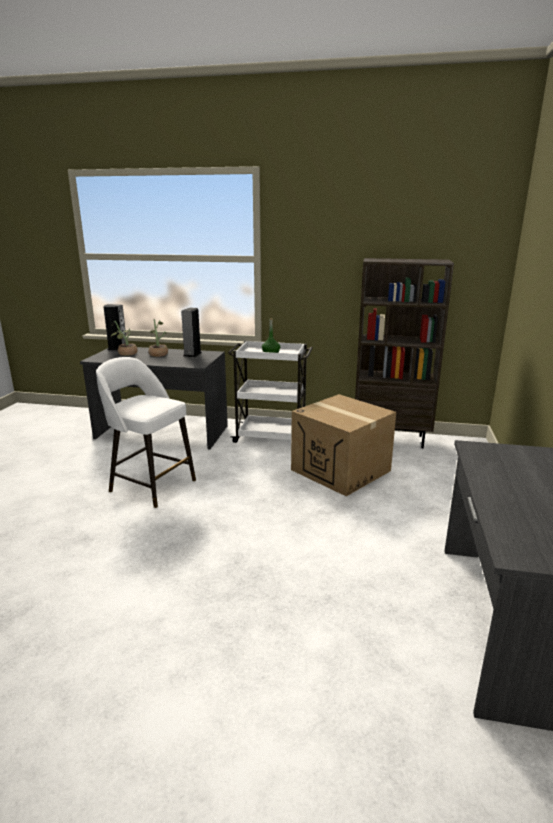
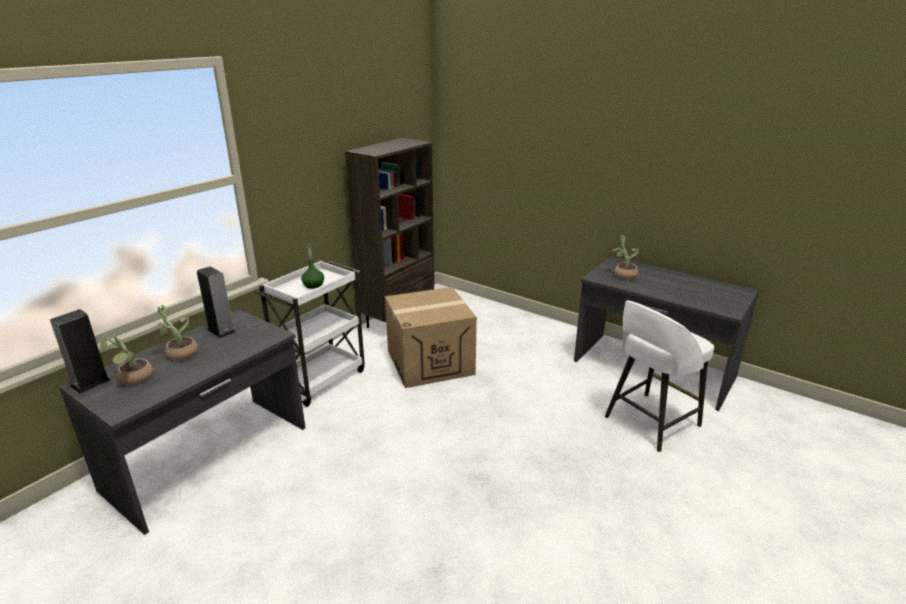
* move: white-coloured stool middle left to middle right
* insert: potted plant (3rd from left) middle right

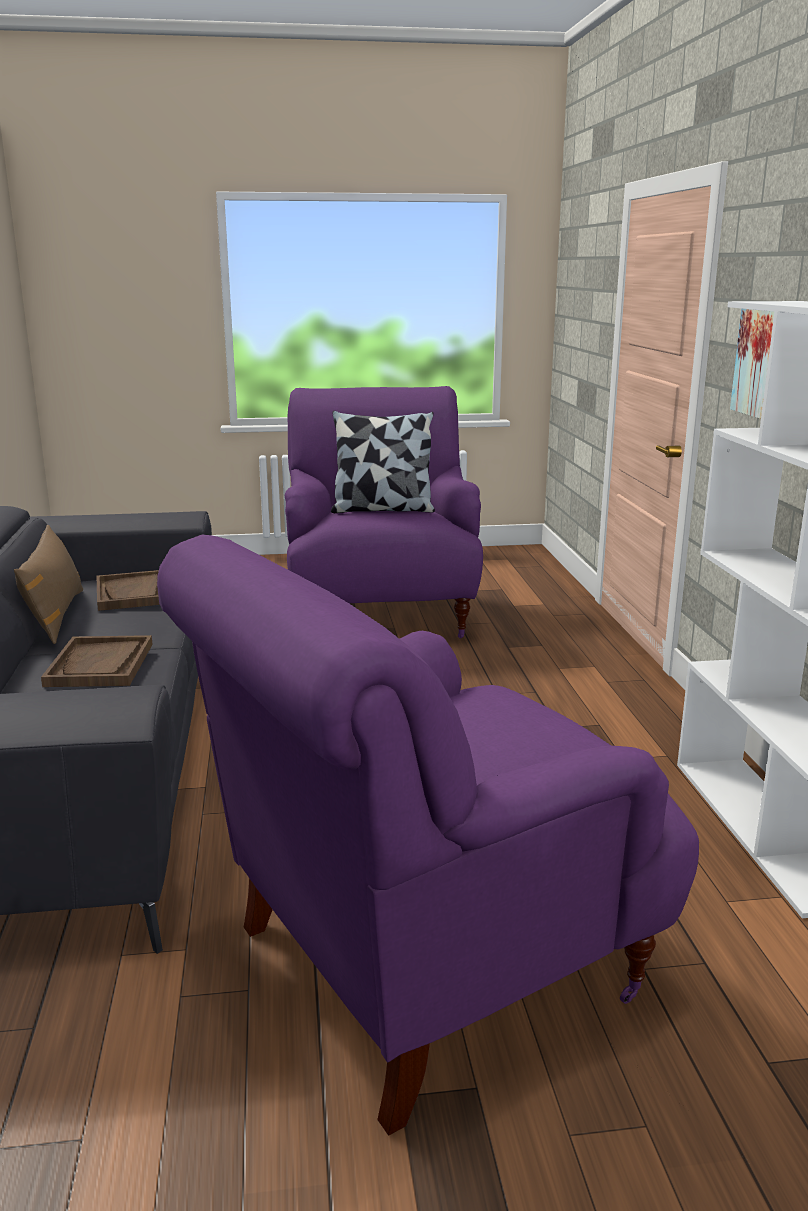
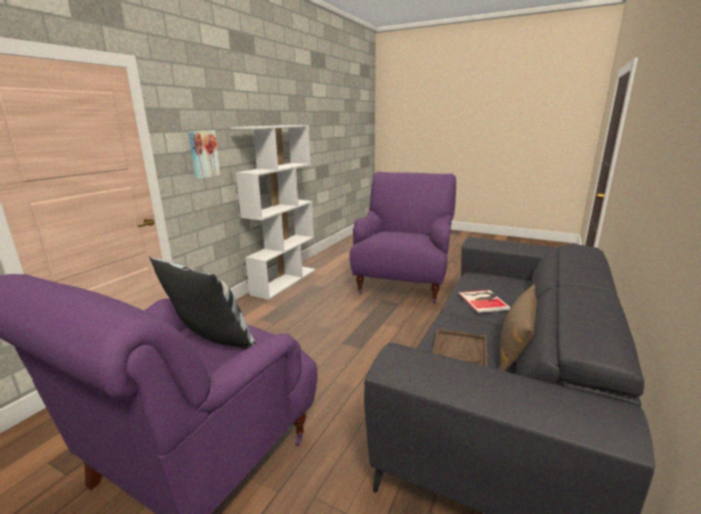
* replace: brown-coloured serving tray (1st from left) middle left to book middle right
* rotate: purple-coloured easy chair (2nd from left) bottom centre = centre 75 degrees counterclockwise

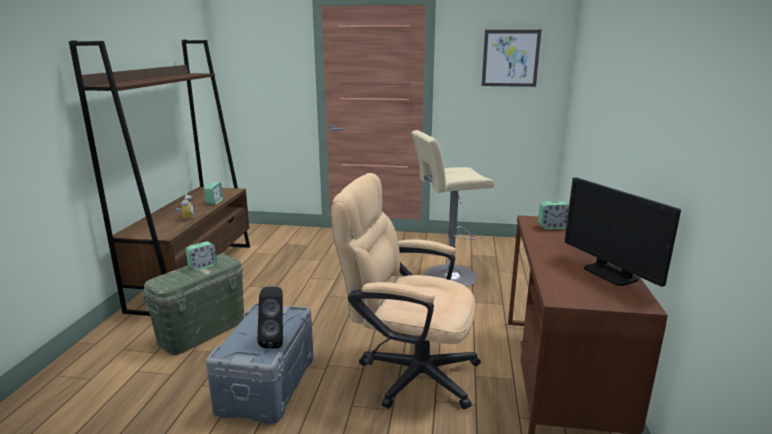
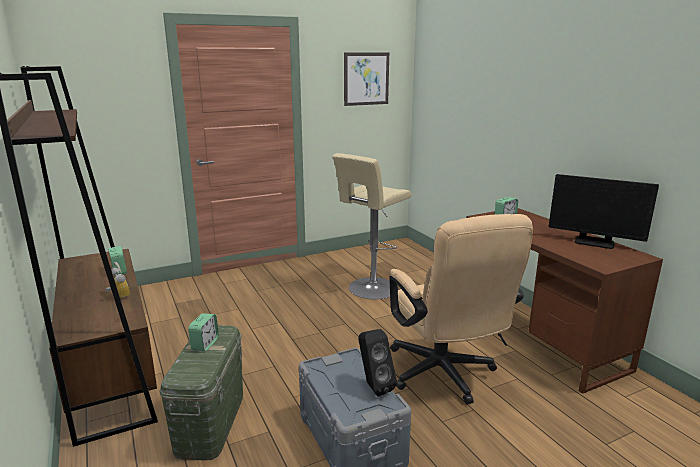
* rotate: beige-coloured office chair bottom centre = centre 90 degrees counterclockwise

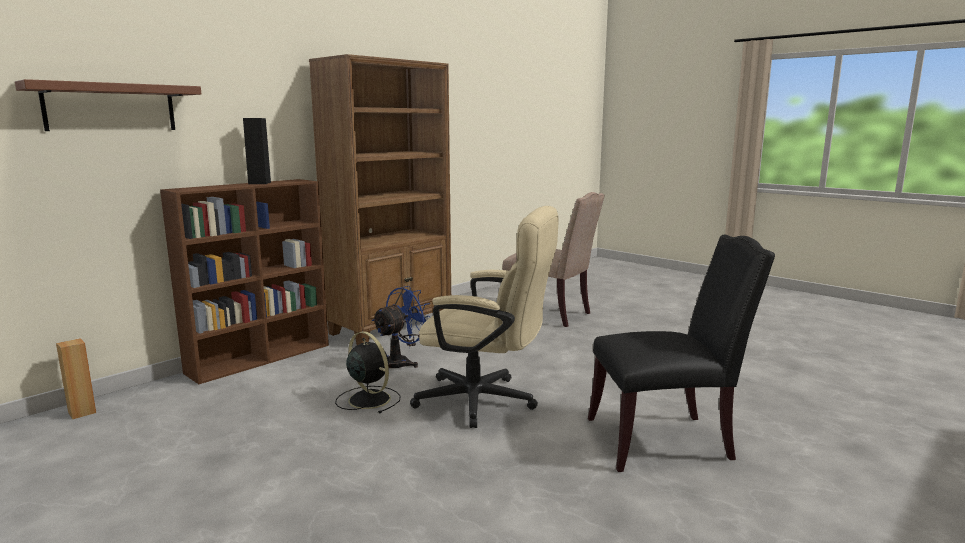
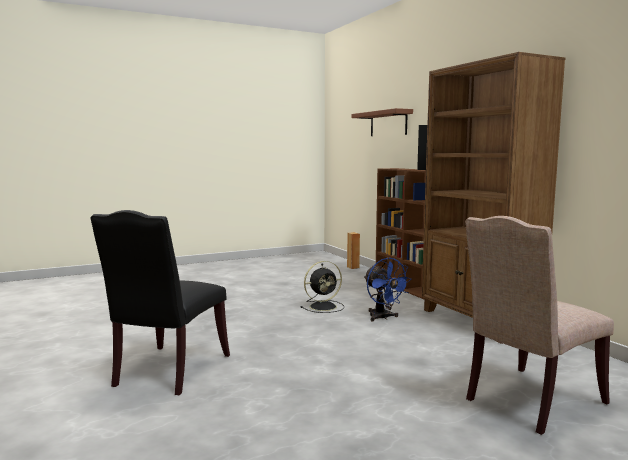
* delete: beige-coloured office chair centre

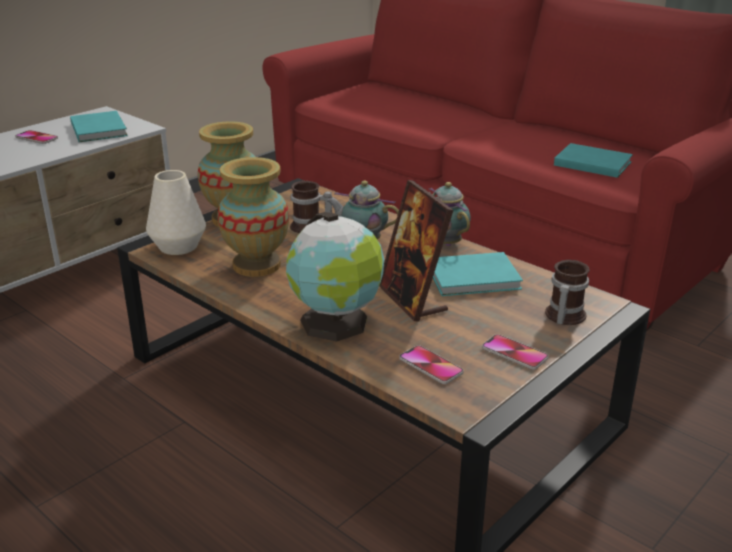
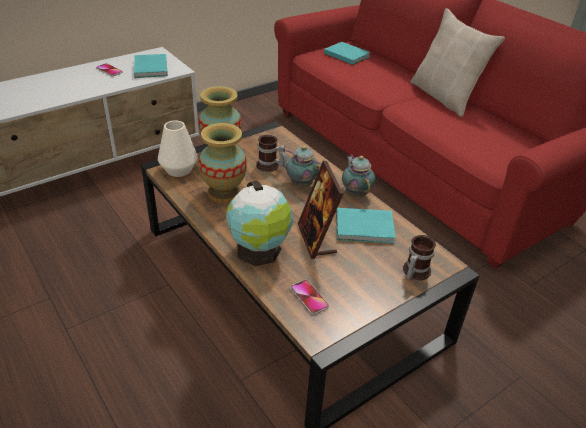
* delete: telephone (3rd from left) middle right
* move: turquoise book (3rd from left in the first image) top right to turquoise book (2nd from left) top centre
* insert: beige-coloured pillow top right

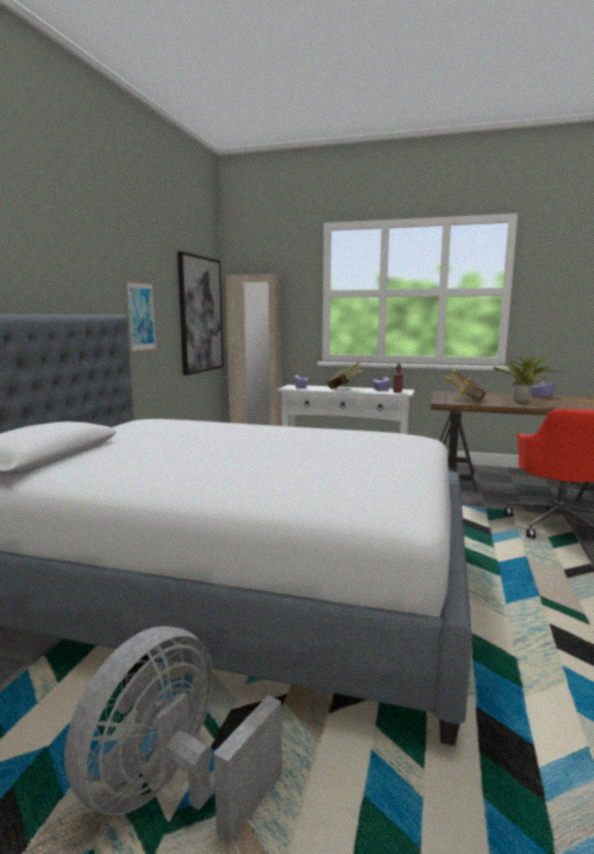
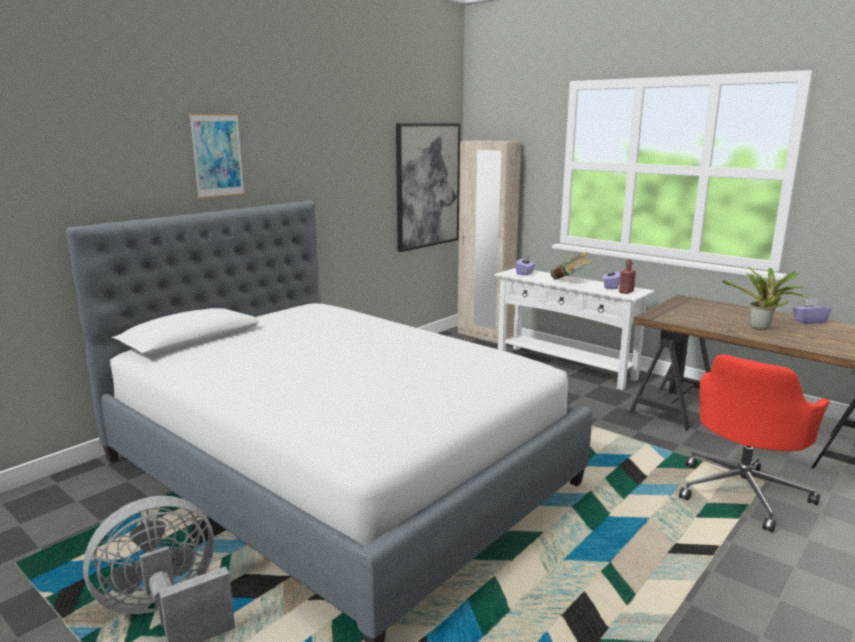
* move: wall art (1st from left) middle left to top left
* delete: book (2nd from left) middle right

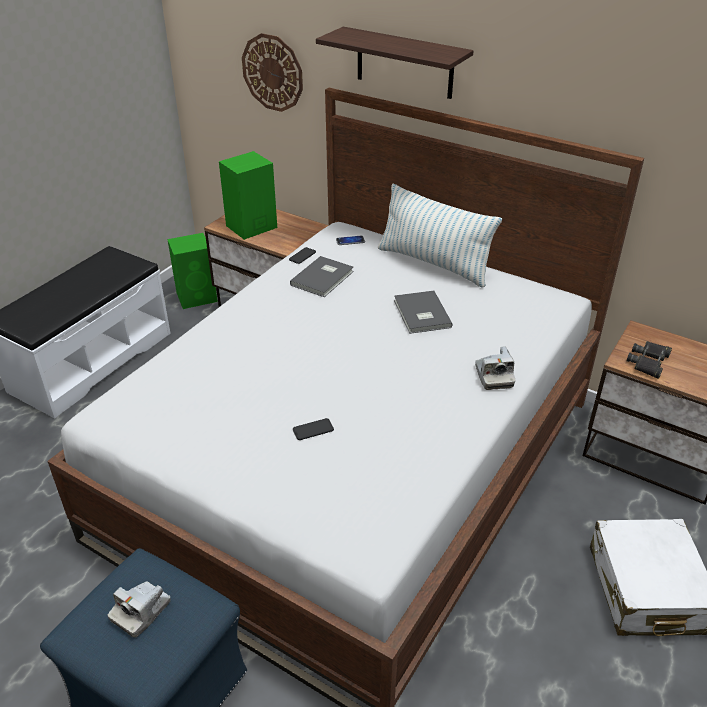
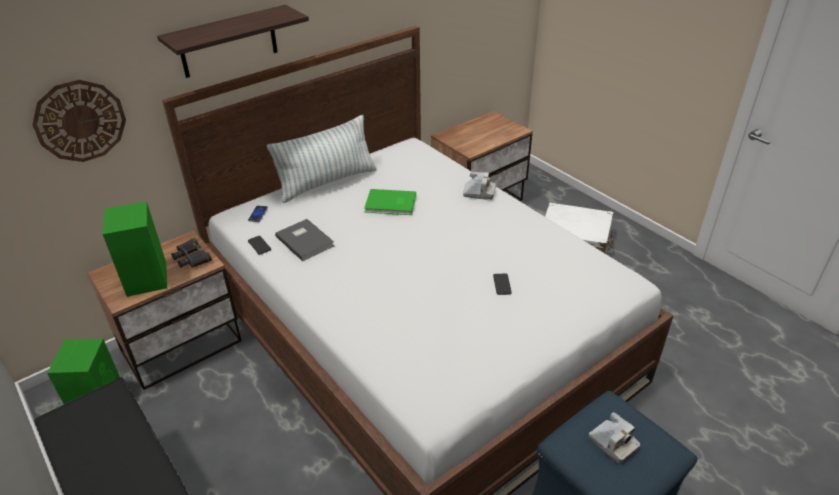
* recolor: greyish book (2nd from left) centre to greenish book centre
* move: black-coloured pair of binoculars middle right to middle left

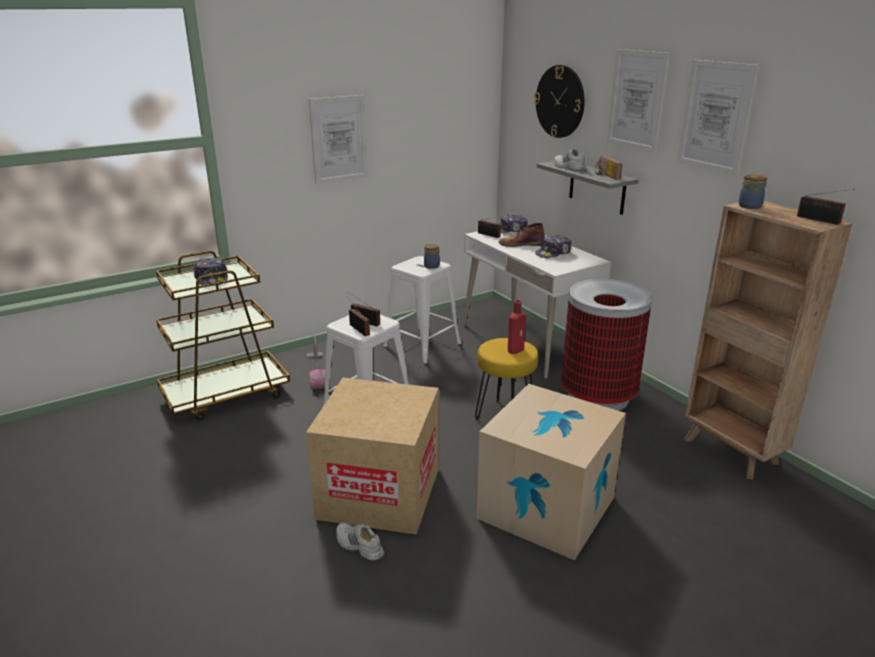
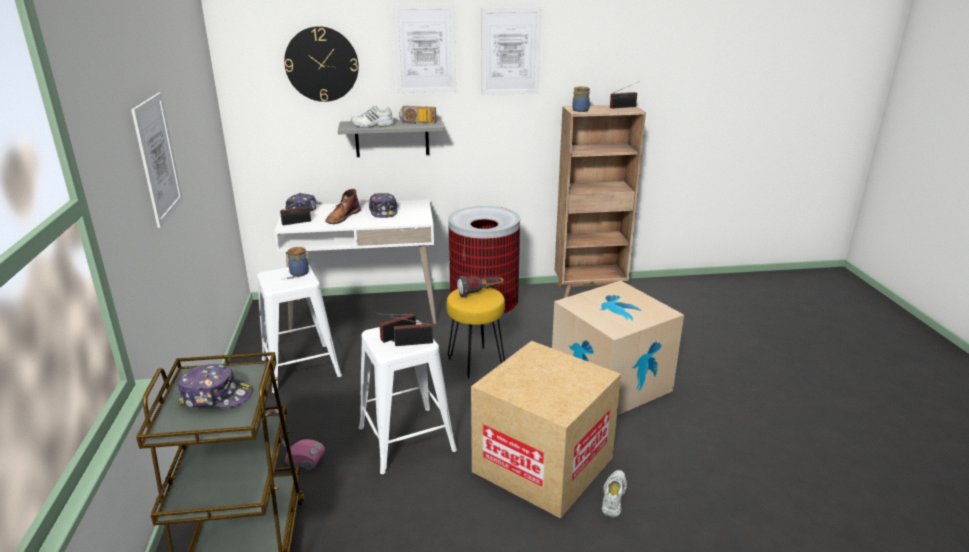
* rotate: white-coloured shoe (1st from left in the first image) bottom centre = bottom centre 135 degrees clockwise
* replace: red-coloured drink bottle centre to flashlight centre

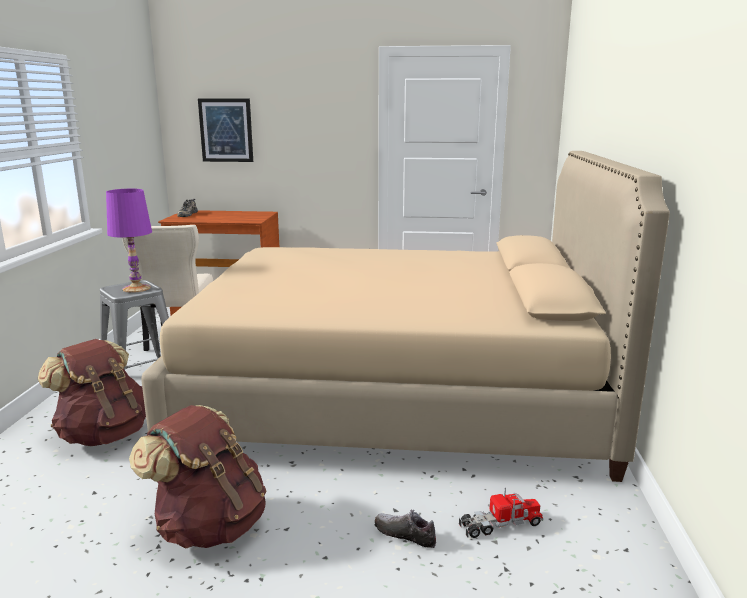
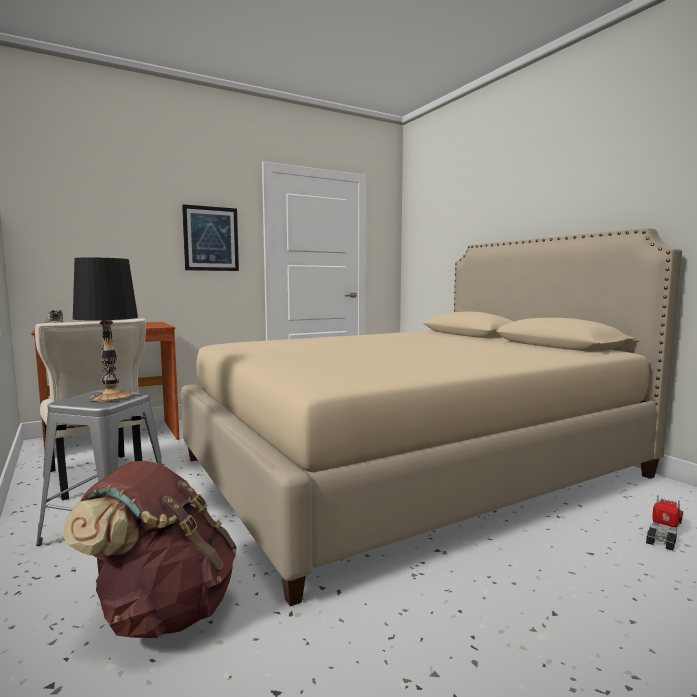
* recolor: purple-coloured table lamp middle left to black-coloured table lamp middle left
* delete: brown-coloured backpack (2nd from left) bottom left
* move: wall art top left to middle left
* delete: shoe (2nd from left) bottom centre

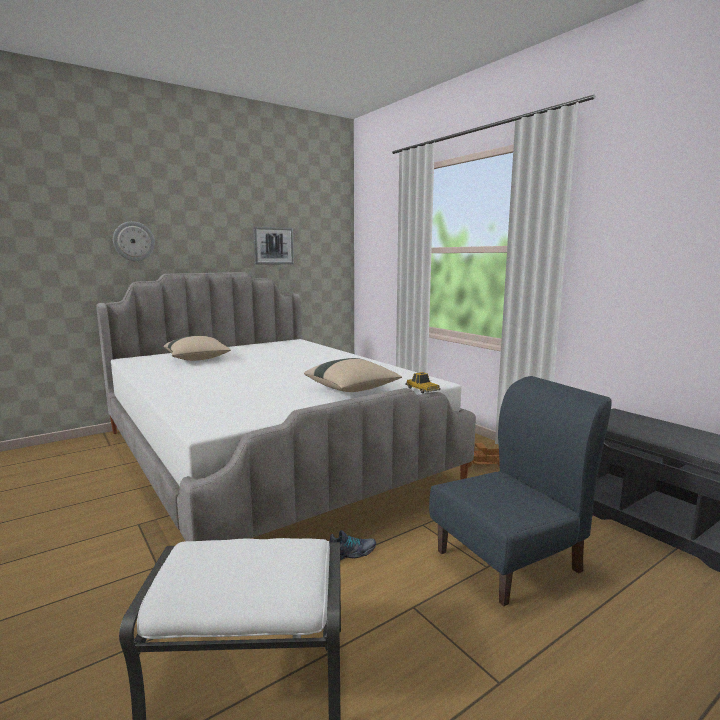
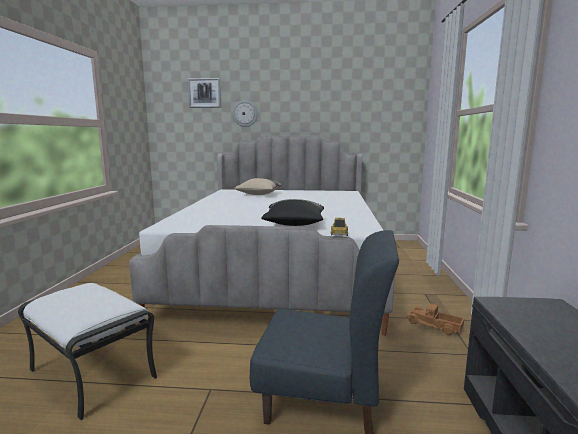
* move: wall art centre to top centre
* recolor: beige-coloured pillow (2nd from left) centre to black-coloured pillow centre
* delete: shoe bottom centre

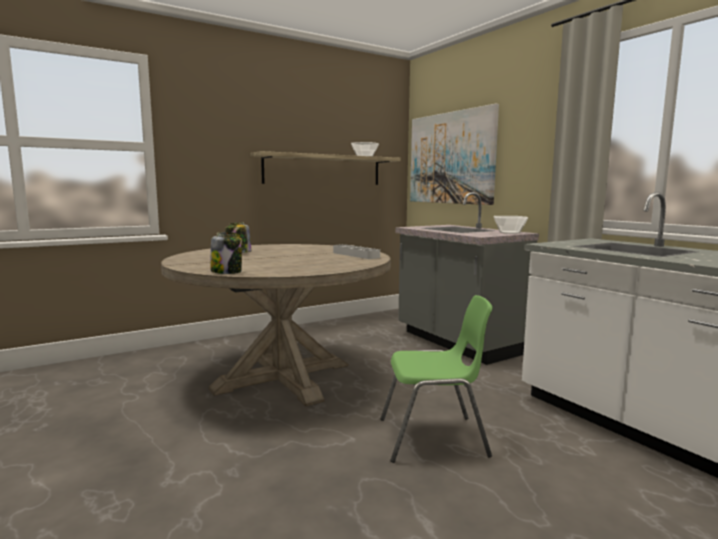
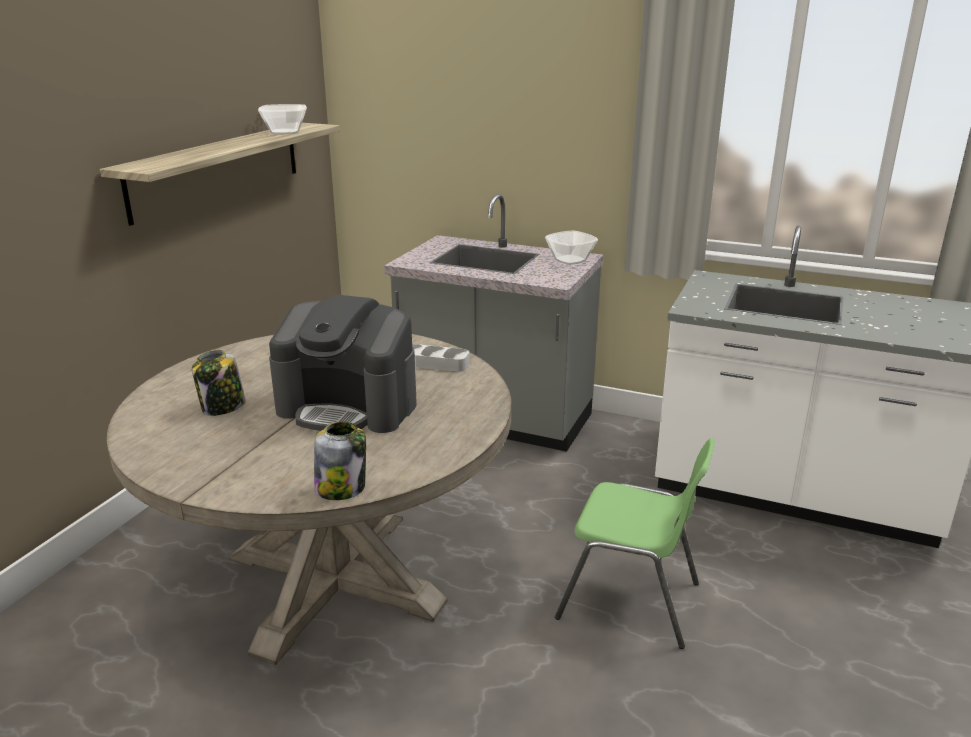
* rotate: greenish chair bottom centre = bottom centre 60 degrees clockwise
* delete: wall art top centre
* insert: coffee maker centre

